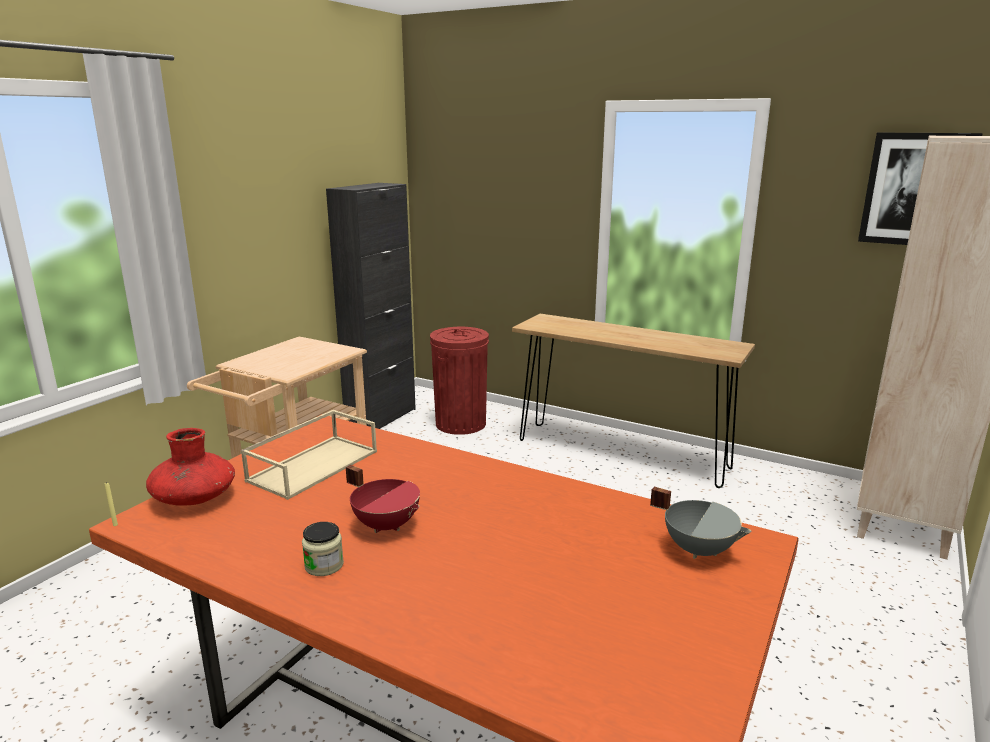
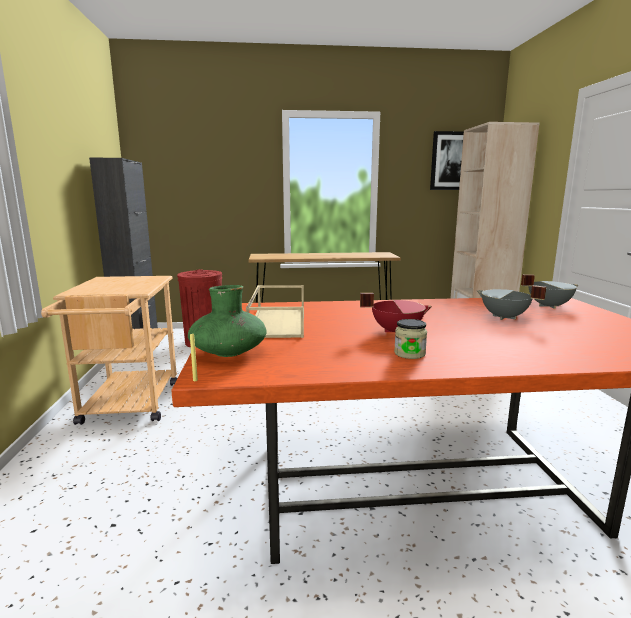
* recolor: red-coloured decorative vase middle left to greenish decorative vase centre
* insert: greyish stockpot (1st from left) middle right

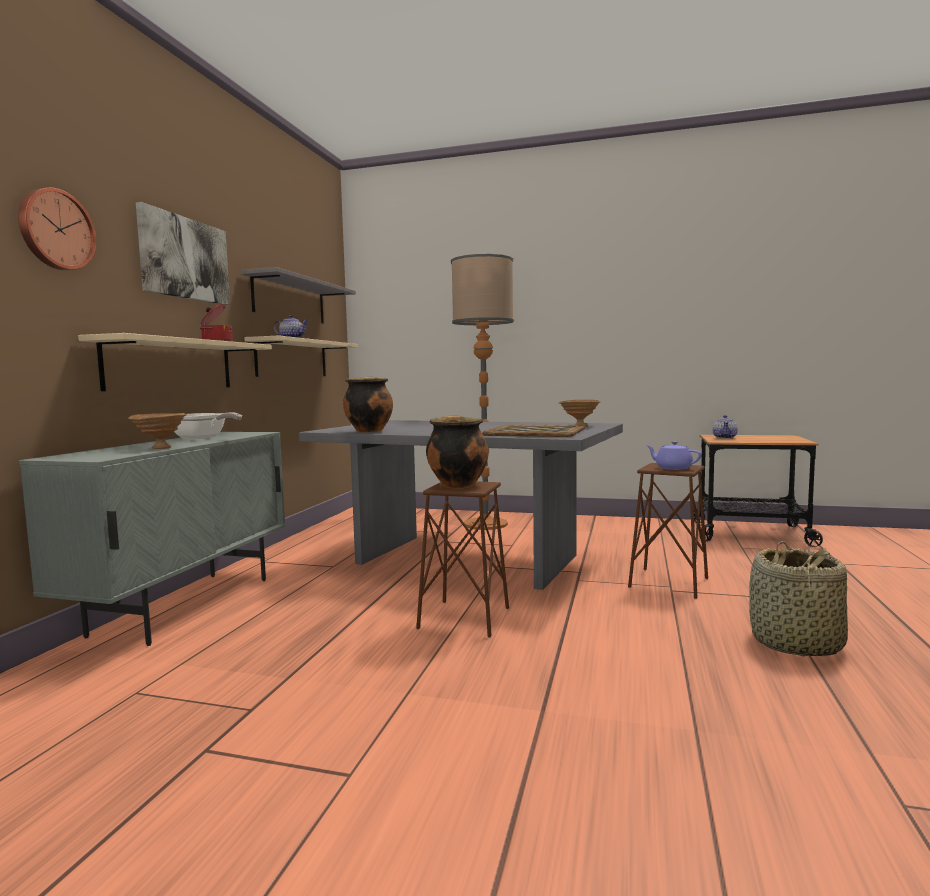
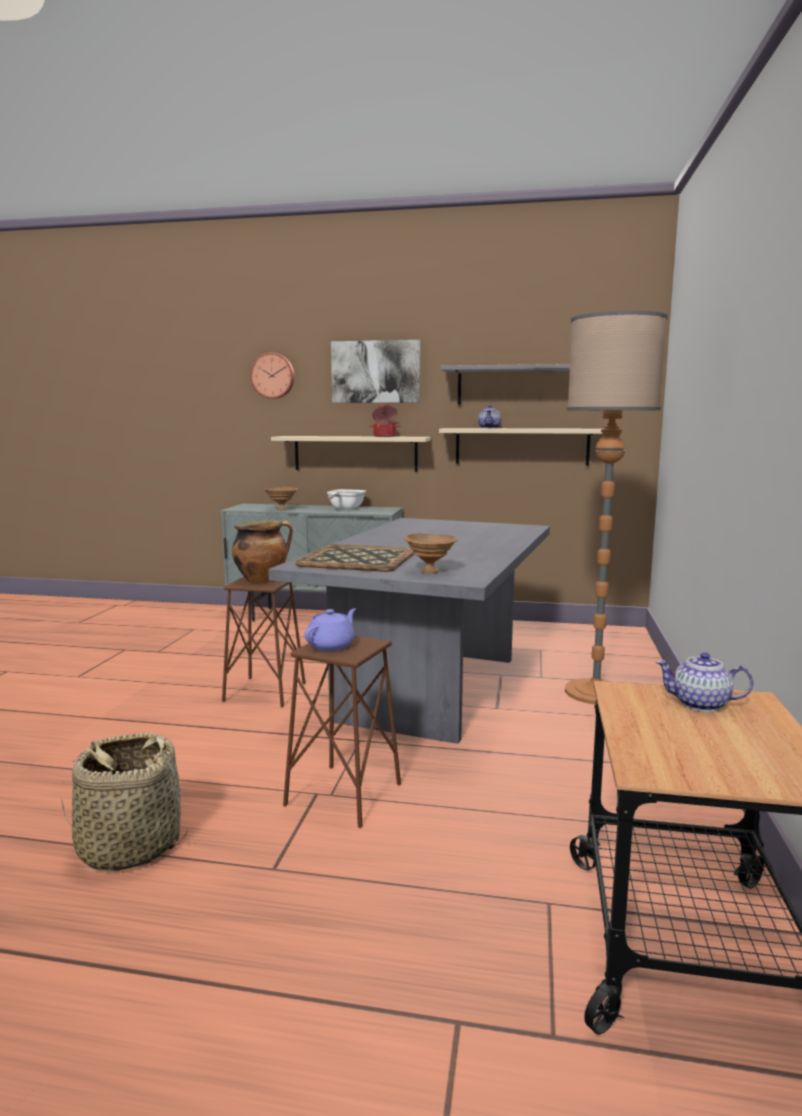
* delete: stockpot (2nd from left) centre

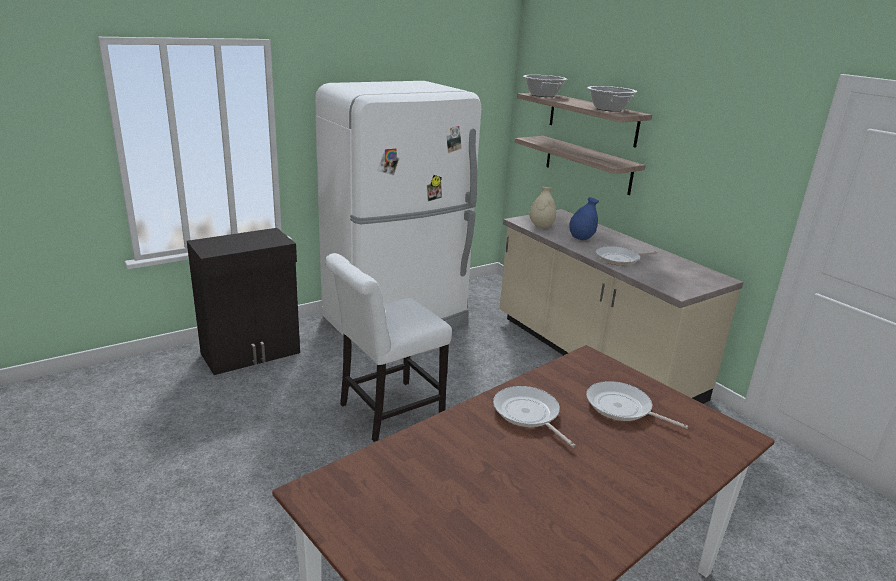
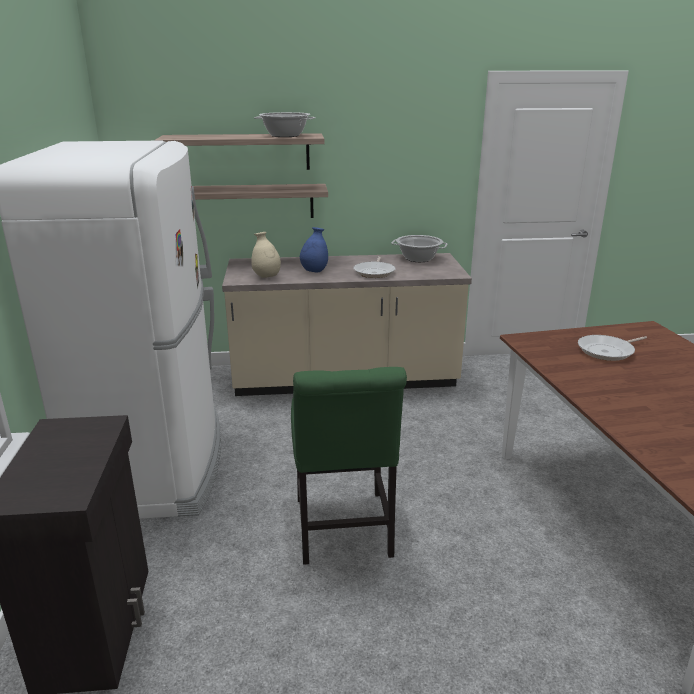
* recolor: white-coloured chair centre to greenish chair bottom centre
* delete: frying pan (1st from left) bottom centre
* move: stockpot (1st from left in the first image) top centre to stockpot (2nd from left) centre

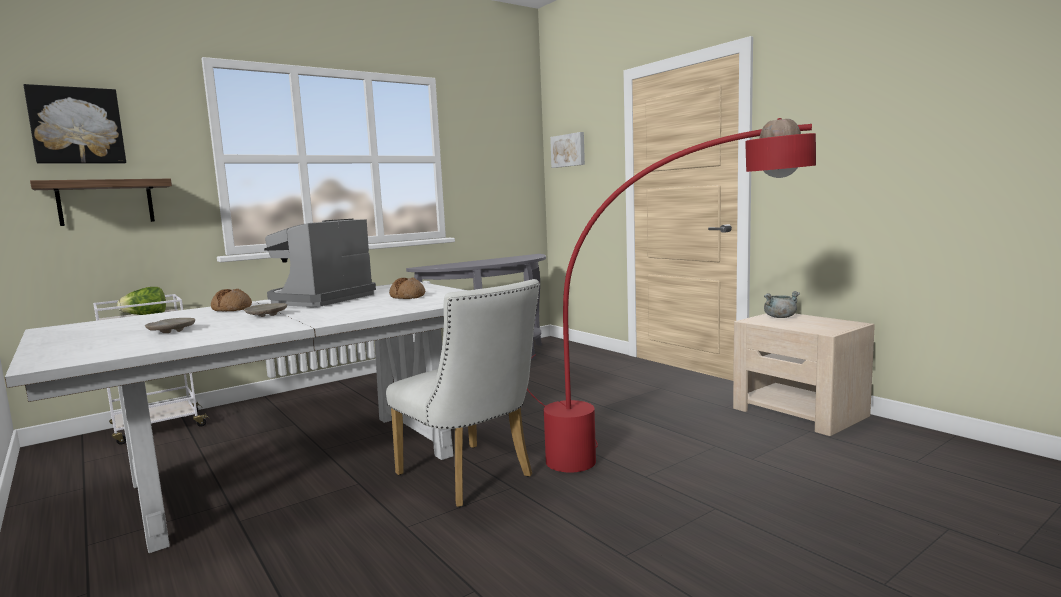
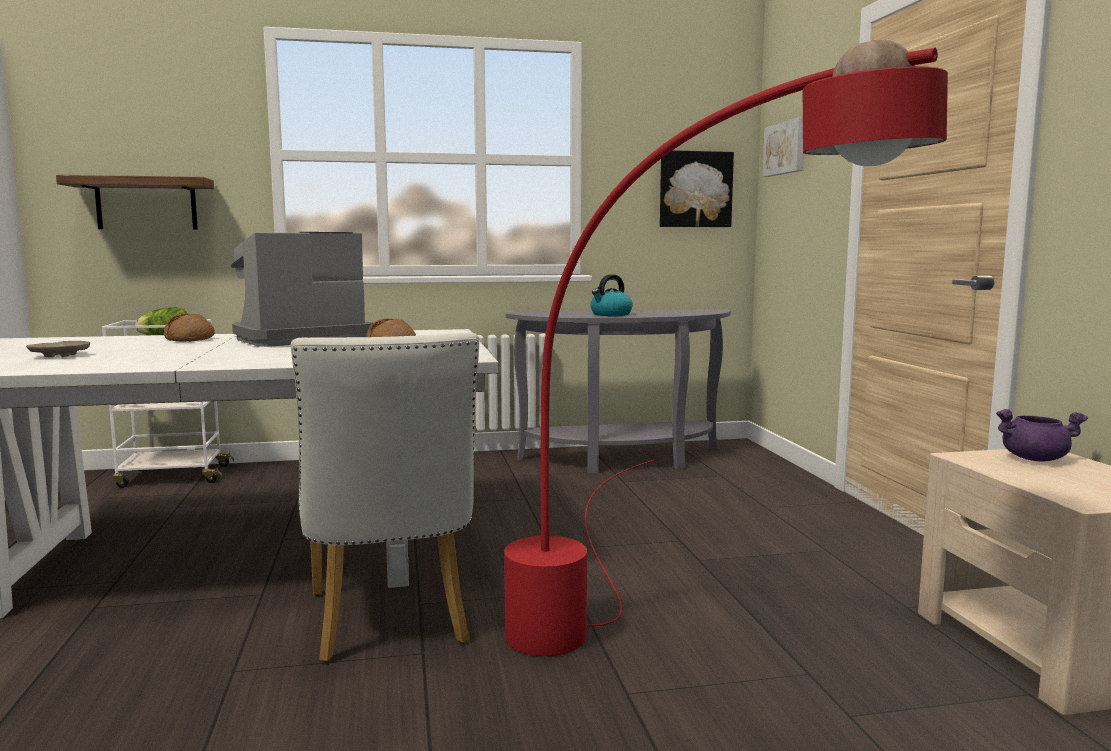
* move: wall art (1st from left) top left to top centre
* delete: beige-coloured plate (2nd from left) middle left
* recolor: greyish stockpot middle right to purple-coloured stockpot middle right
* insert: tea kettle centre

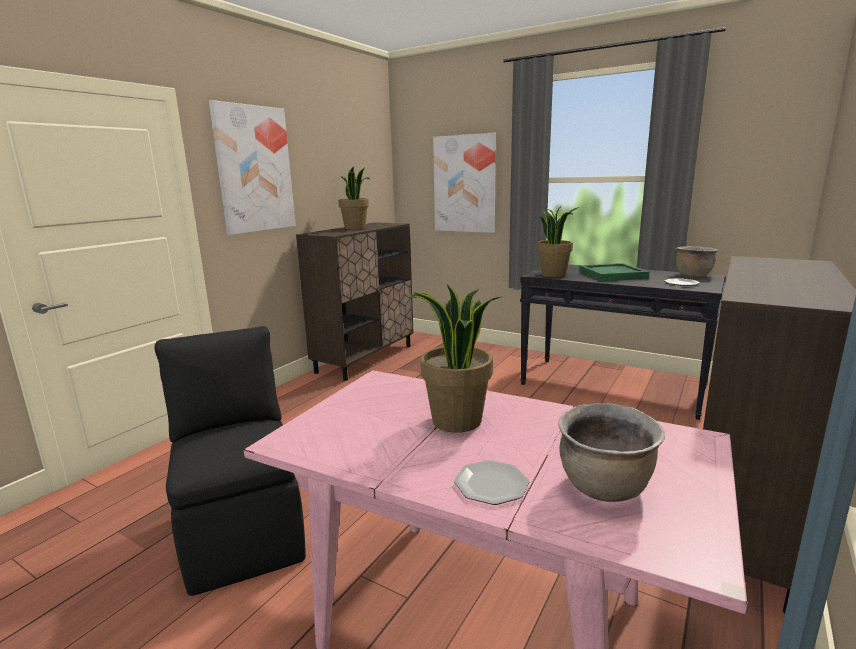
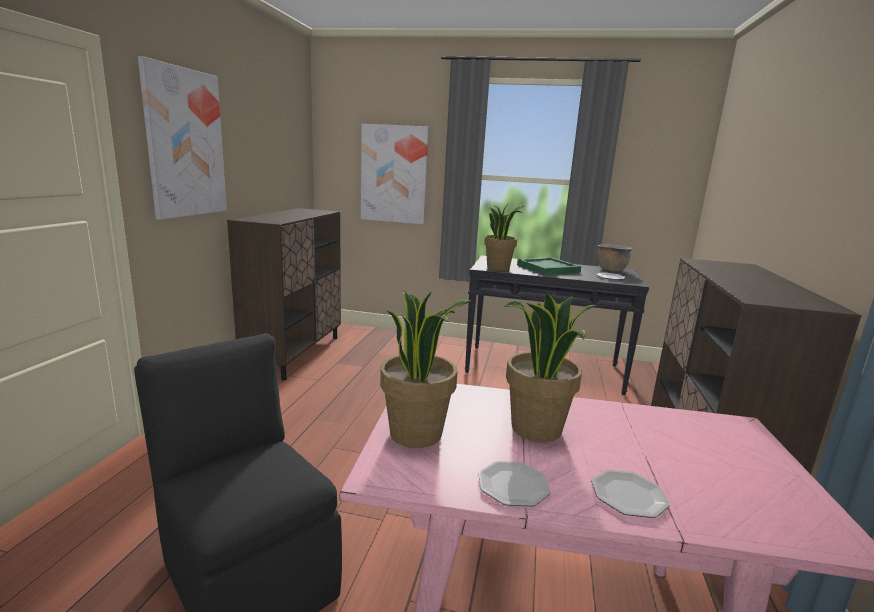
* move: potted plant (1st from left) top centre to centre
* delete: brown-coloured stockpot (1st from left) bottom right
* insert: plate (1st from left) bottom centre

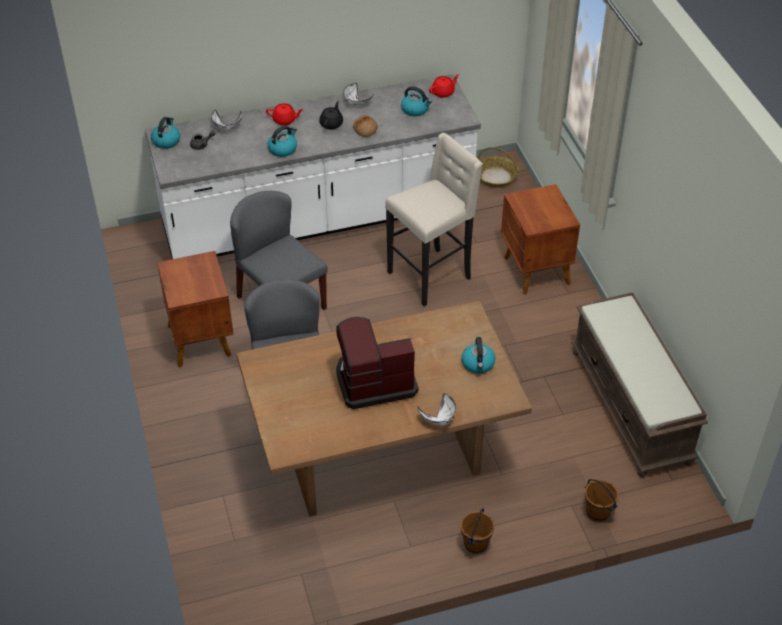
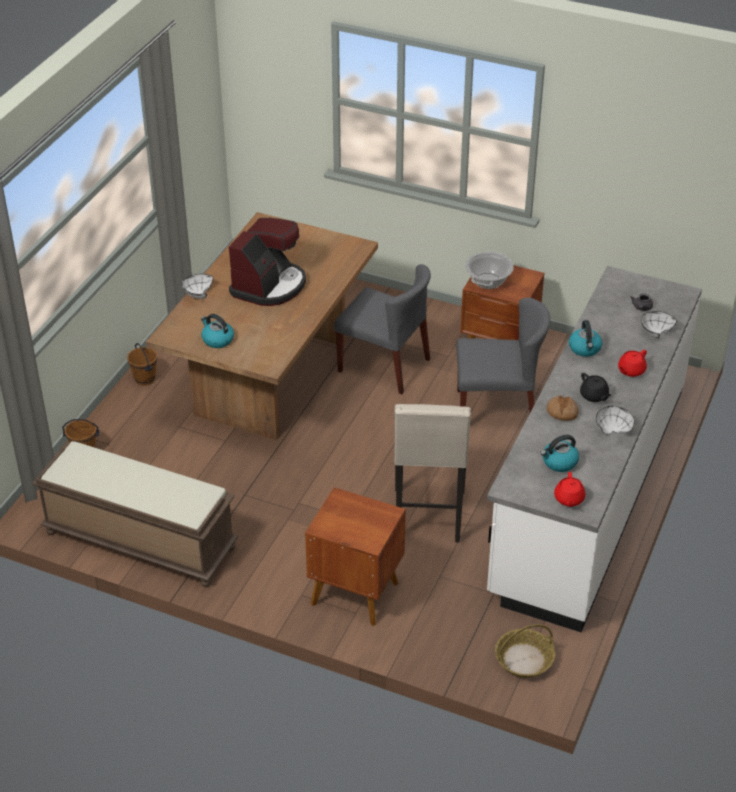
* delete: tea kettle (1st from left) top left
* insert: stockpot centre

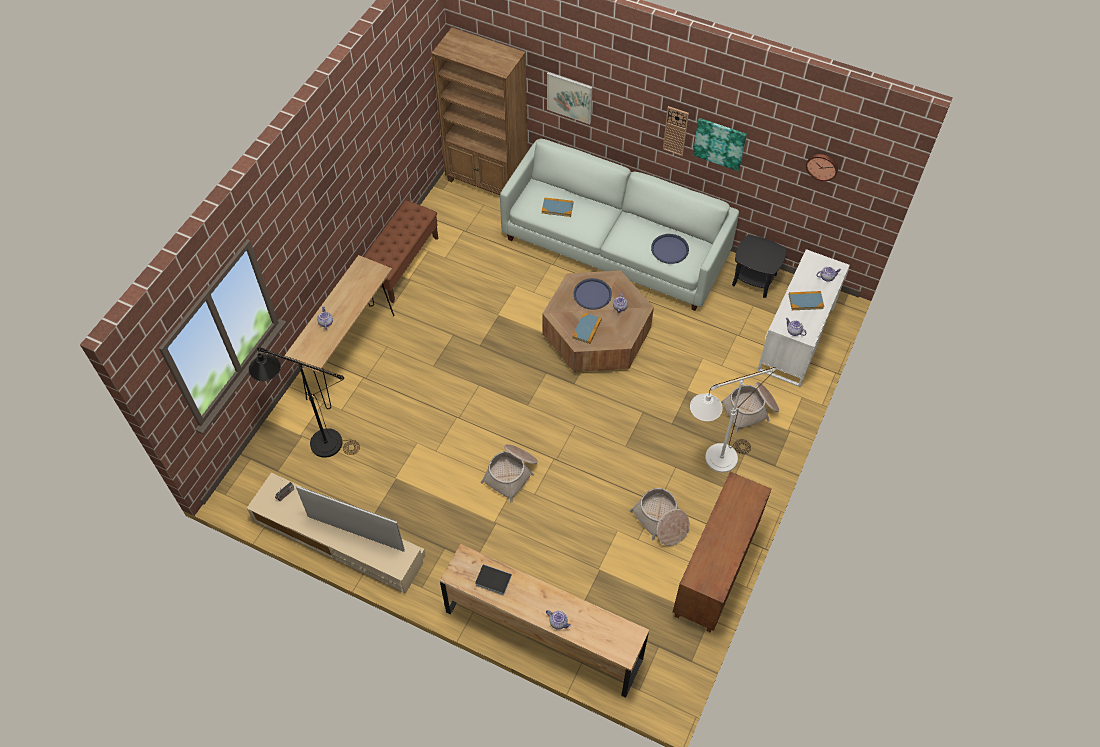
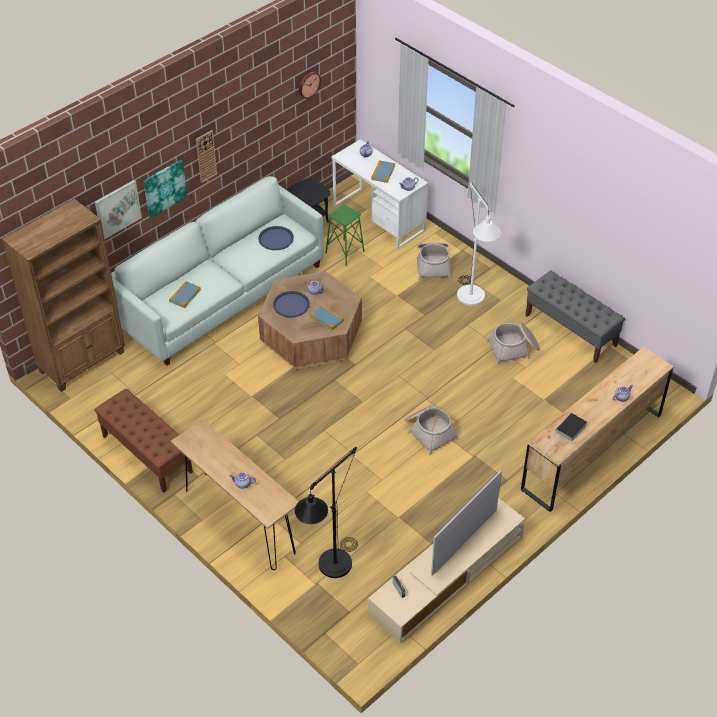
* replace: brown-coloured cabinet bottom centre to greyish bench middle right
* move: wall art (2nd from left) top centre to top left
* insert: greenish stool top centre

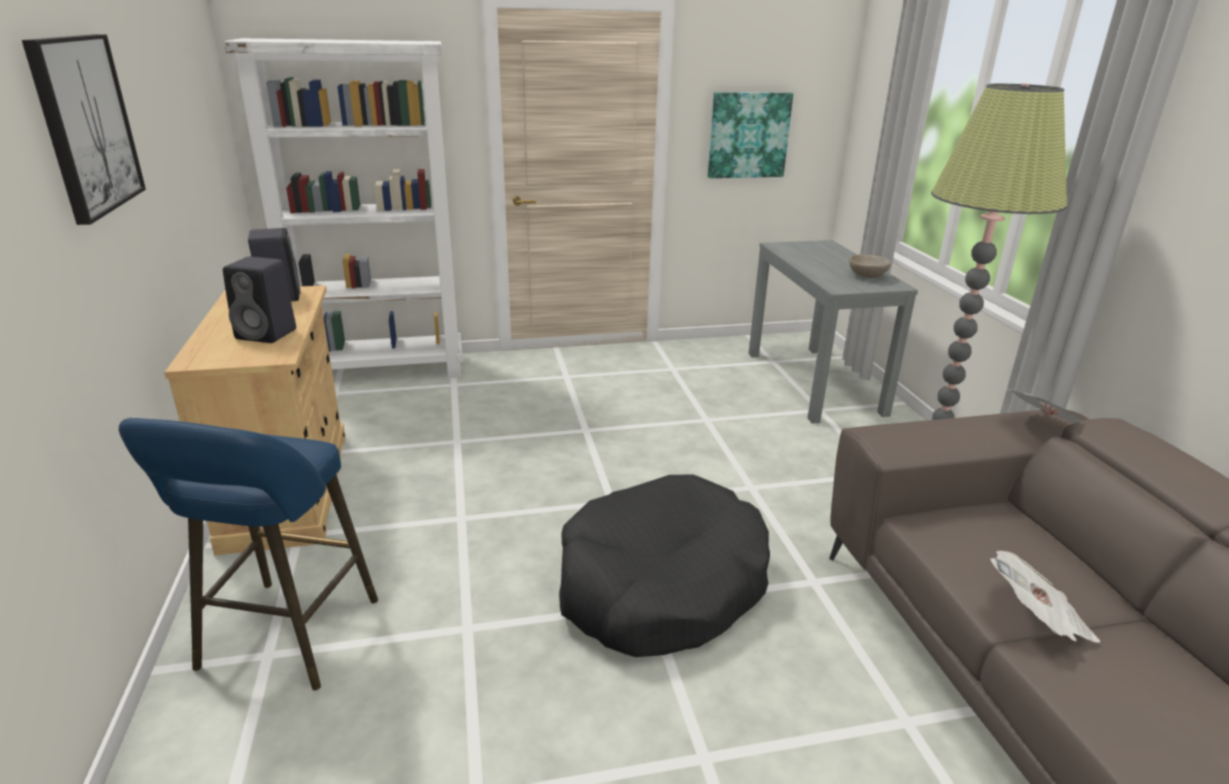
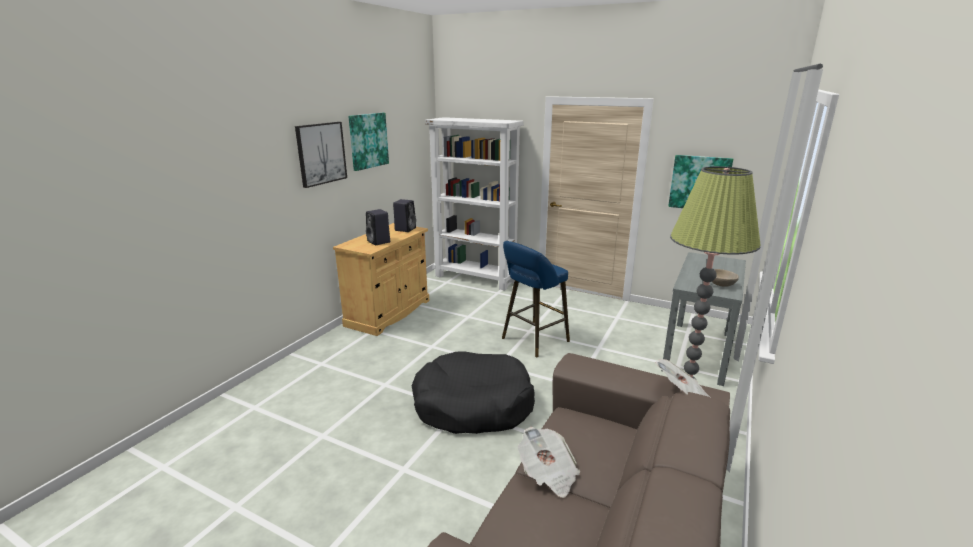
* move: bluish stool bottom left to centre
* insert: wall art (2nd from left) top centre

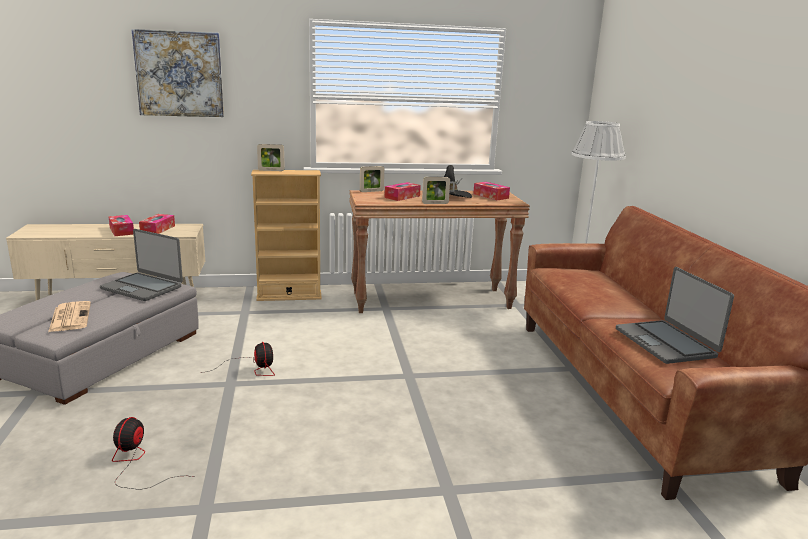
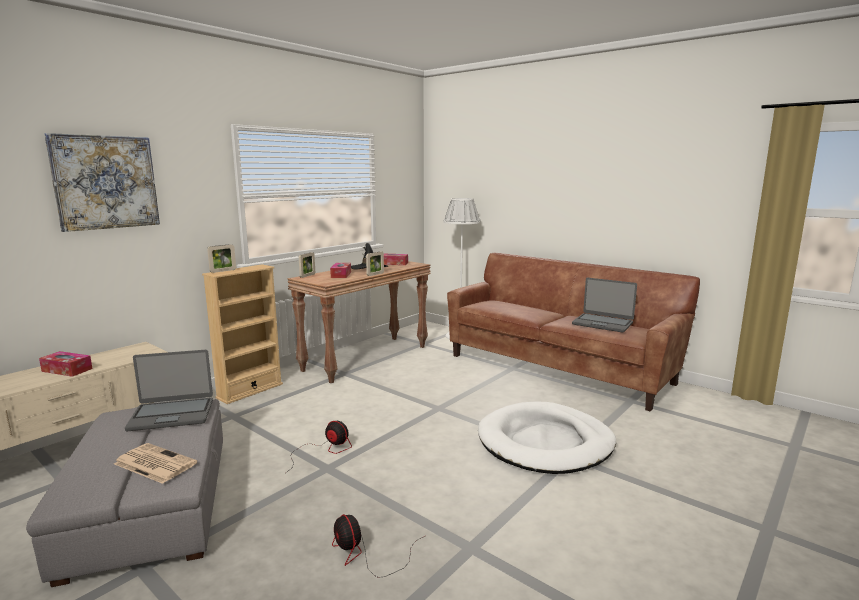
* delete: box of tissues (2nd from left) middle left
* insert: white-coloured dog cushion bottom centre

